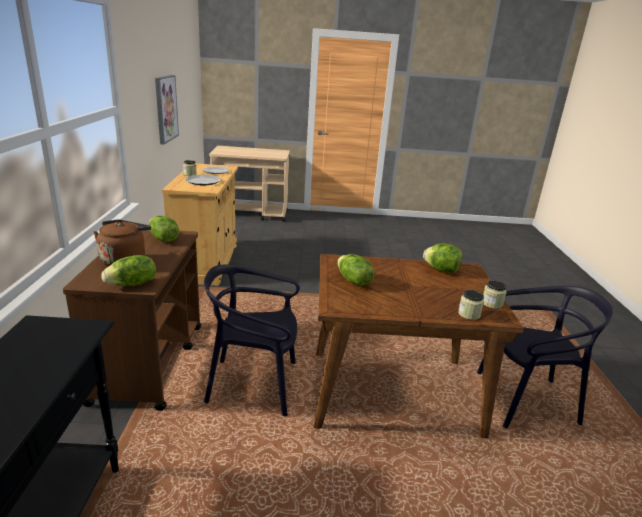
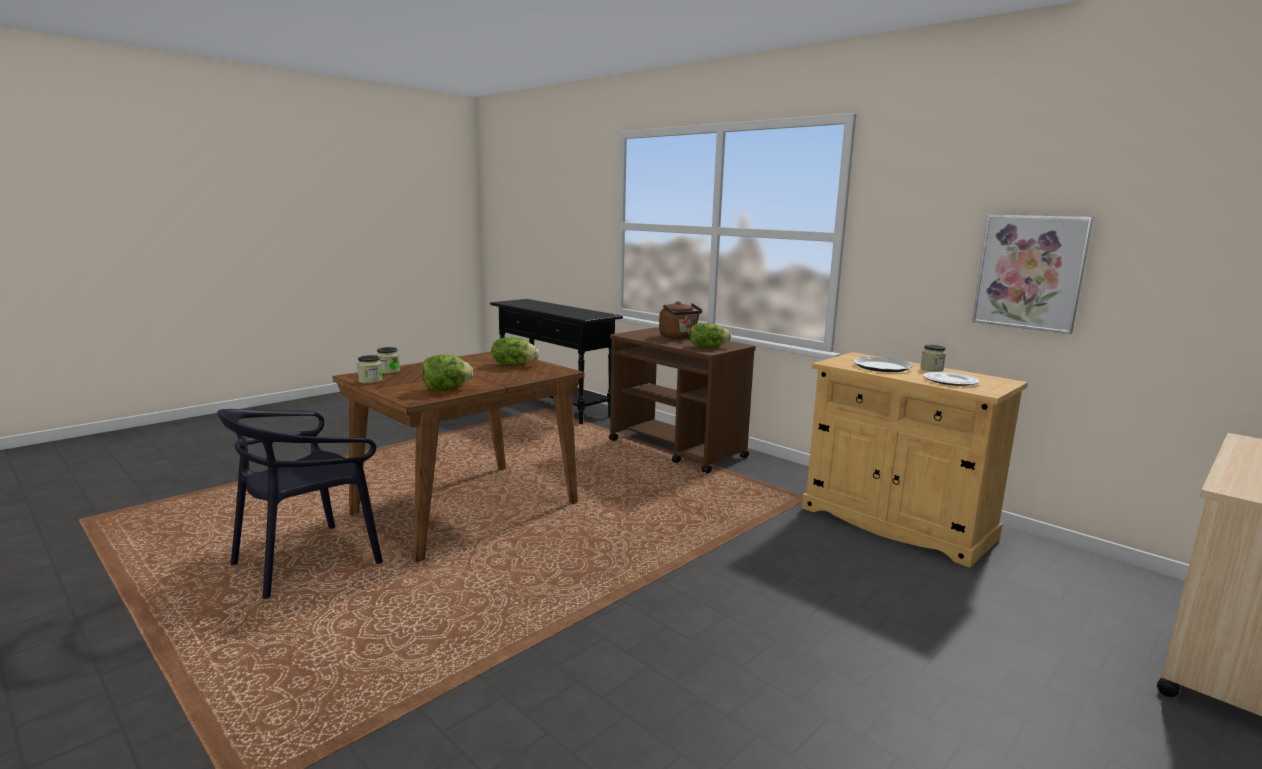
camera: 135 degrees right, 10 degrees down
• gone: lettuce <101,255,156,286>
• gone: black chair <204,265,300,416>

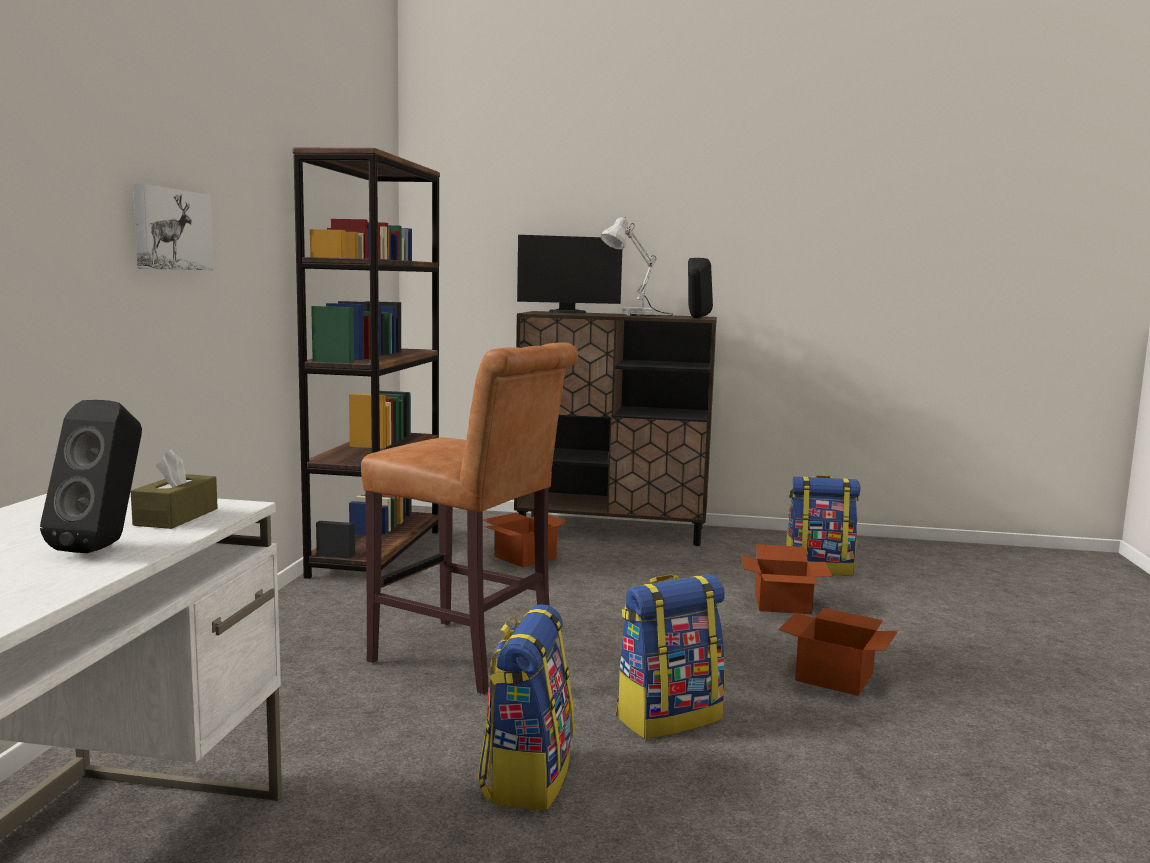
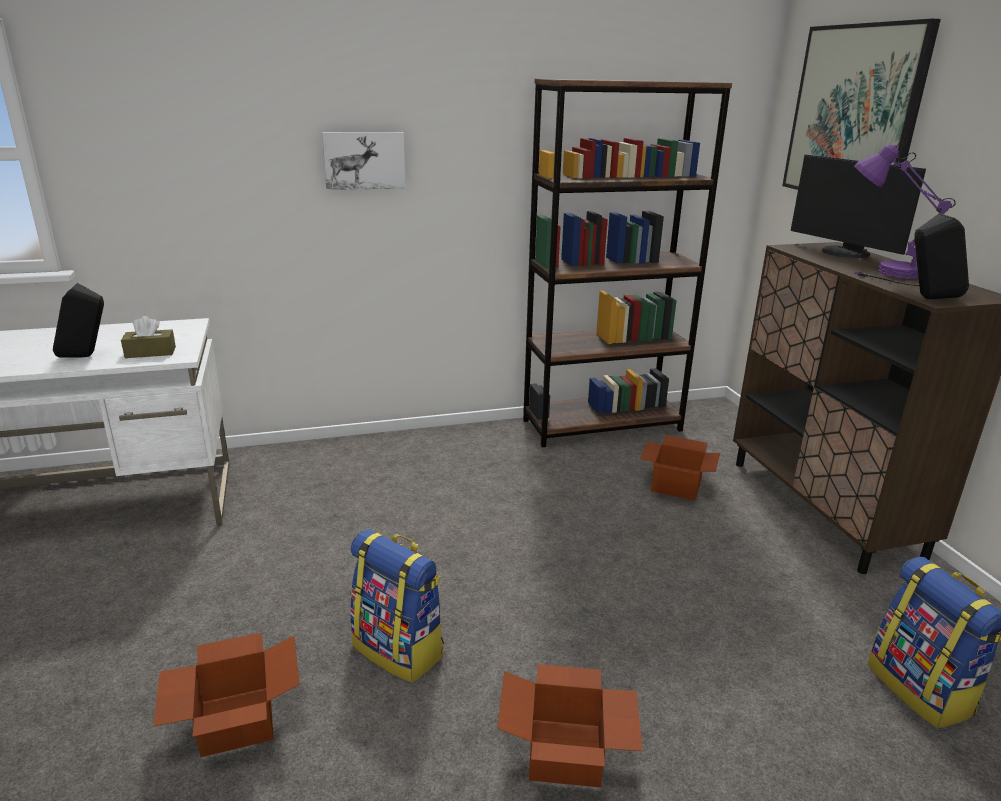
camera: 65 degrees right, 15 degrees up
• gone: brown stool <361,342,578,694>
• gone: backpack <478,604,574,810>
• new: picture <782,19,941,190>
• shifted: cardboard box <741,544,833,614> to <153,633,300,757>
• repainted: white table lamp <601,217,674,317> to purple table lamp <854,143,956,286>

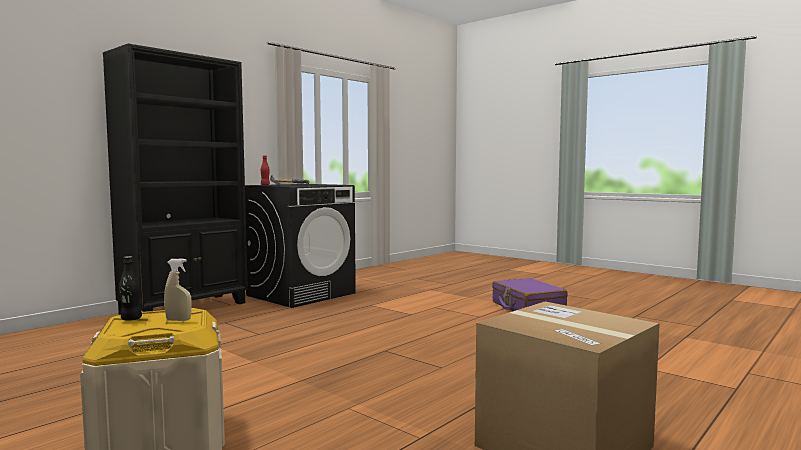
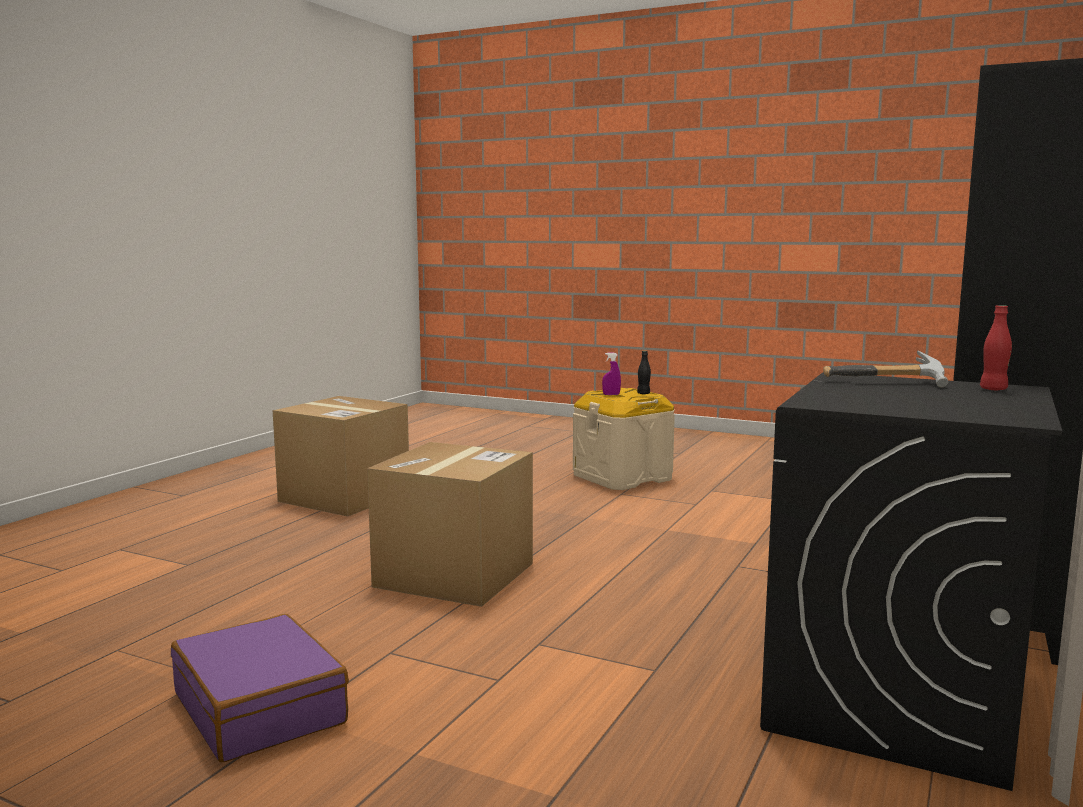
camera: 165 degrees right, 5 degrees up
• new: cardboard box <367,442,533,607>
• repainted: beige spray bottle <164,259,192,321> to purple spray bottle <602,353,621,395>

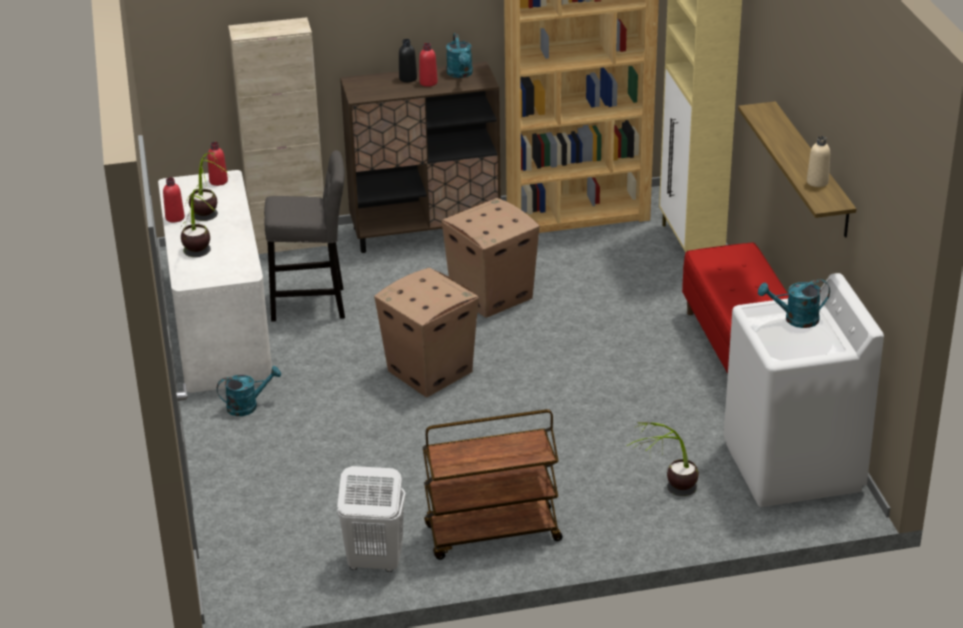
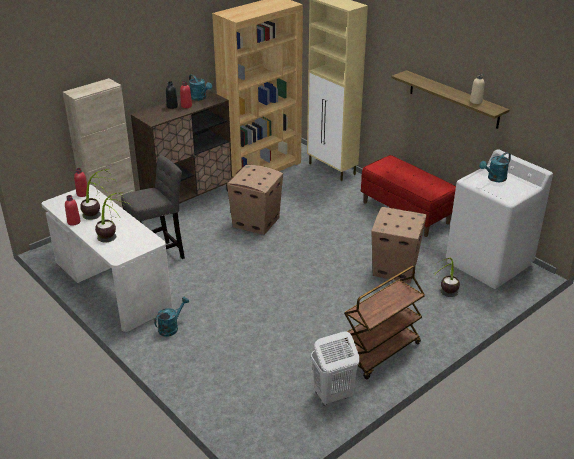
camera: 30 degrees left, 0 degrees up
• shifted: cardboard box <374,268,479,397> to <371,207,427,283>

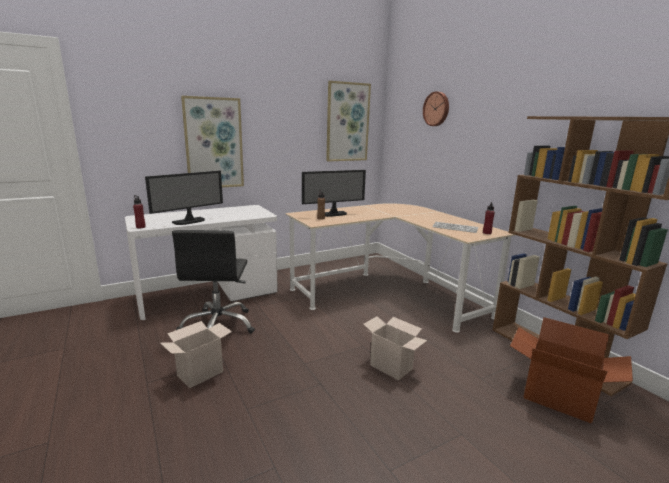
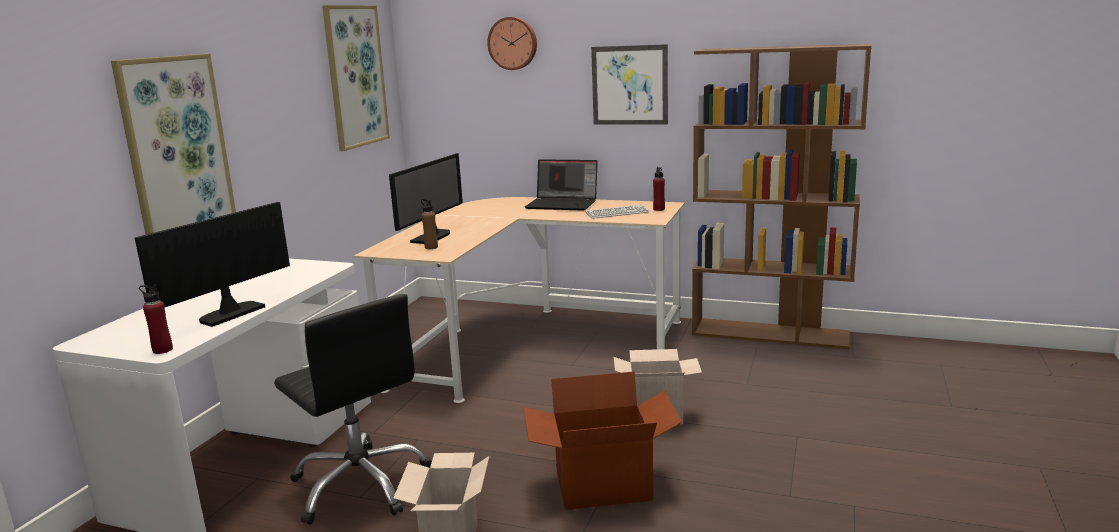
camera: 40 degrees left, 0 degrees up
• new: laptop <525,159,598,211>
• new: picture <591,44,668,125>
• shifted: cardboard box <510,317,633,423> to <523,372,682,510>
• rotated: monitor <145,171,223,225> = <135,202,290,327> 150 degrees counterclockwise

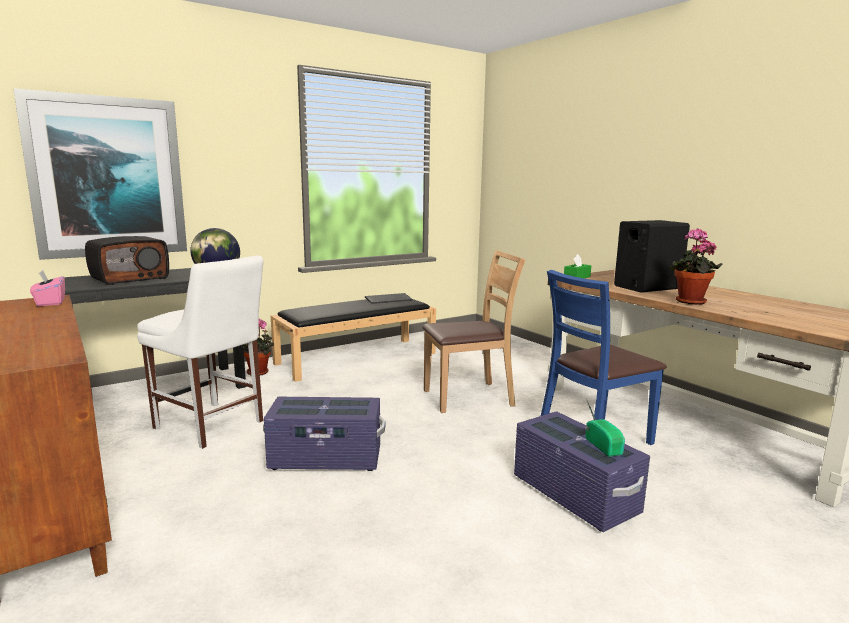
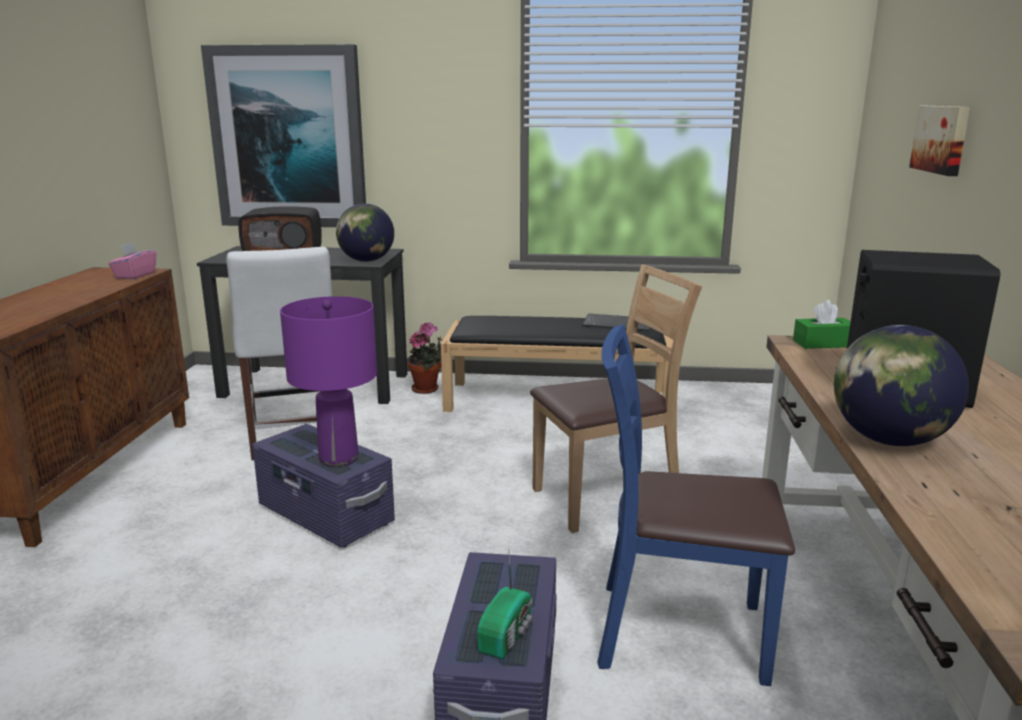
camera: 40 degrees right, 5 degrees up
• new: purple table lamp <280,296,377,467>
• new: picture <909,106,970,176>
• swapped: potted plant <669,228,722,305> to globe <834,325,969,446>
• rotated: brown chair <422,250,525,413> = <530,264,702,533> 45 degrees counterclockwise

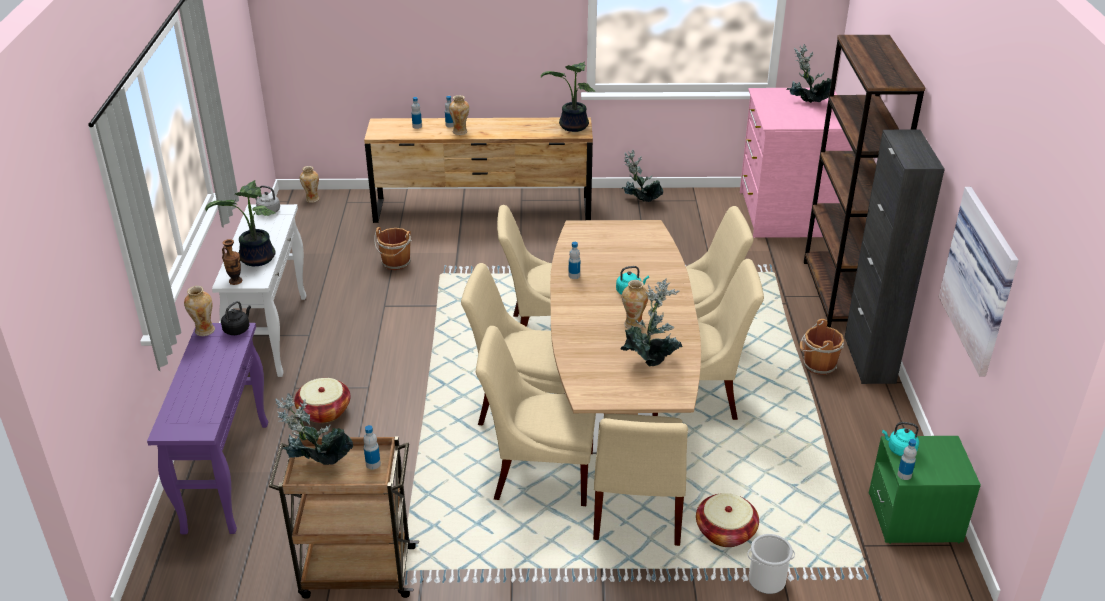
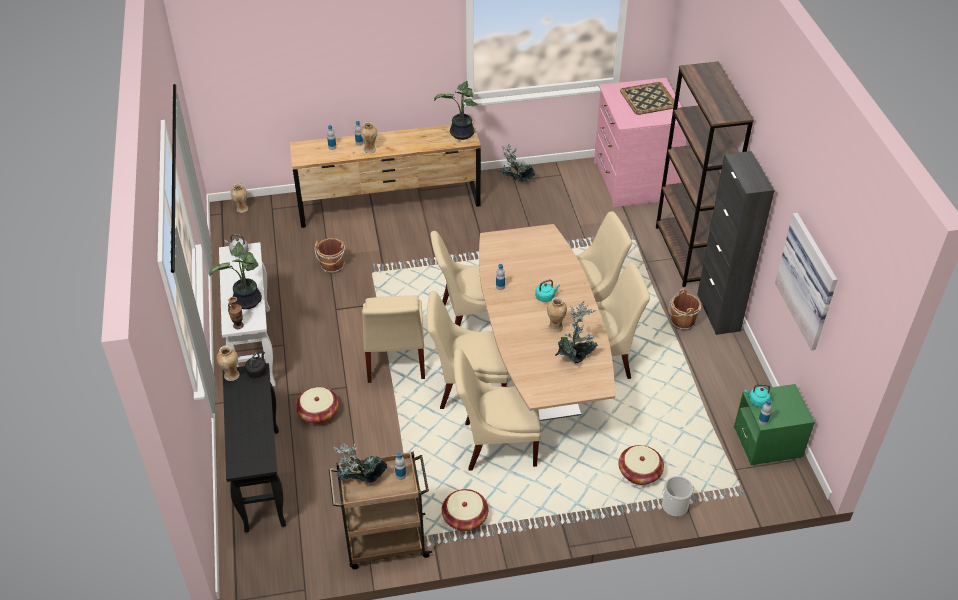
camera: 10 degrees left, 10 degrees up
• new: basket <442,489,488,531>
• shifted: beige chair <593,414,688,546> to <362,295,425,383>
• swapped: potted plant <786,44,831,103> to tray <620,82,674,115>
• repainted: purple console table <147,323,268,534> to black console table <223,363,286,533>

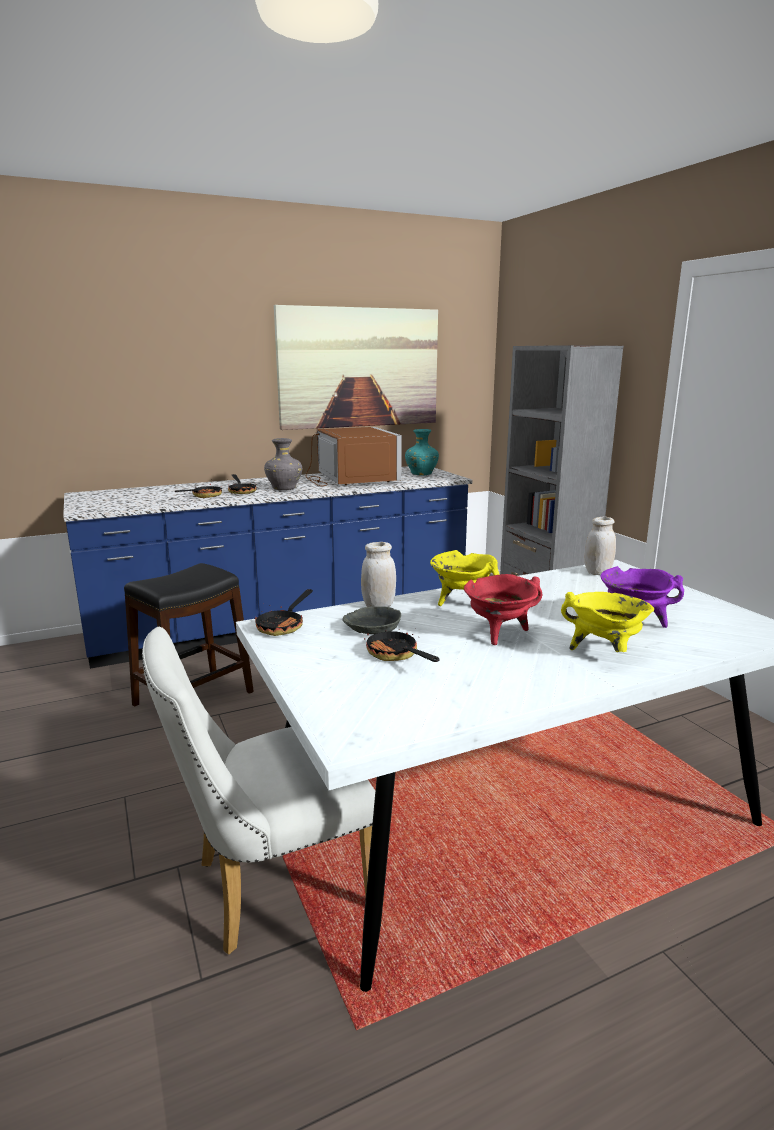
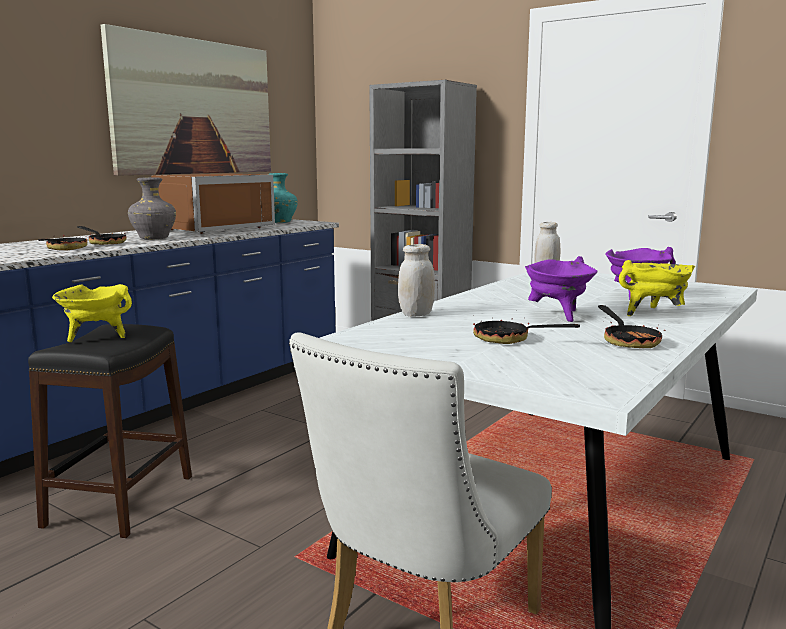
camera: 30 degrees left, 5 degrees down
• gone: grey bowl <342,606,401,634>
• shifted: frying pan <254,589,313,636> to <598,305,665,348>
• shifted: yellow cooking pot <430,550,500,606> to <52,284,132,342>
• repainted: red cooking pot <464,574,542,645> to purple cooking pot <525,256,597,322>
• rotated: brown microwave <306,427,402,486> = <151,173,275,234> 90 degrees clockwise

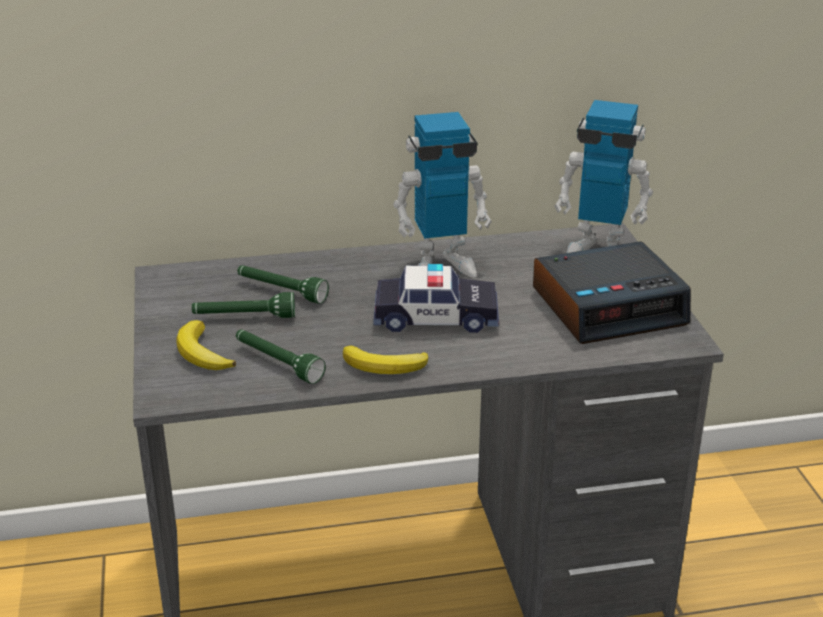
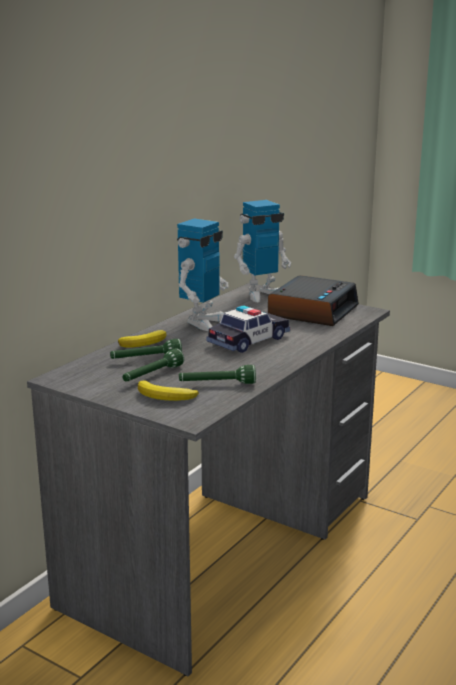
camera: 45 degrees left, 10 degrees down
• shifted: banana <343,345,428,374> to <118,330,167,348>

